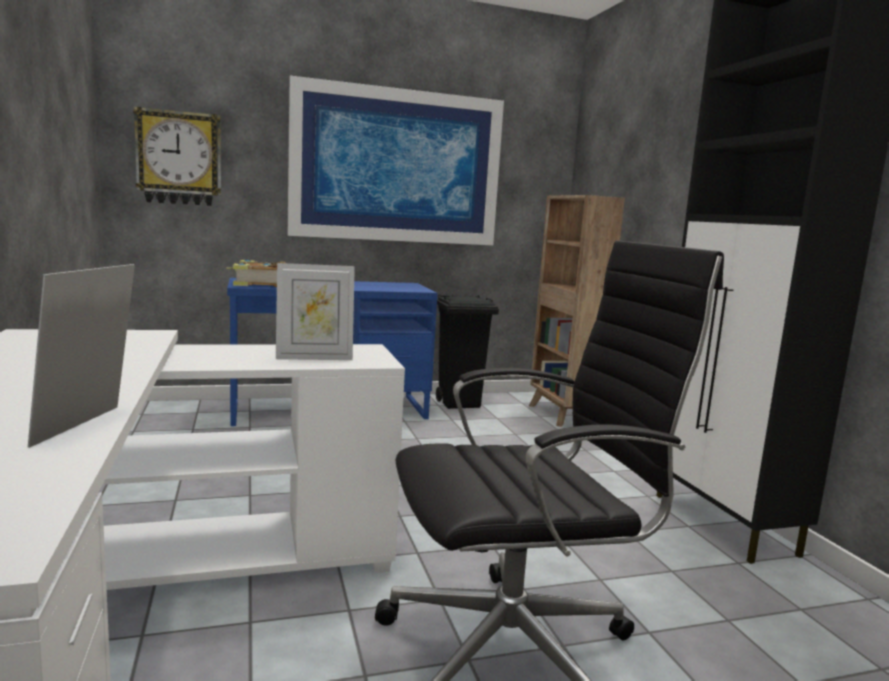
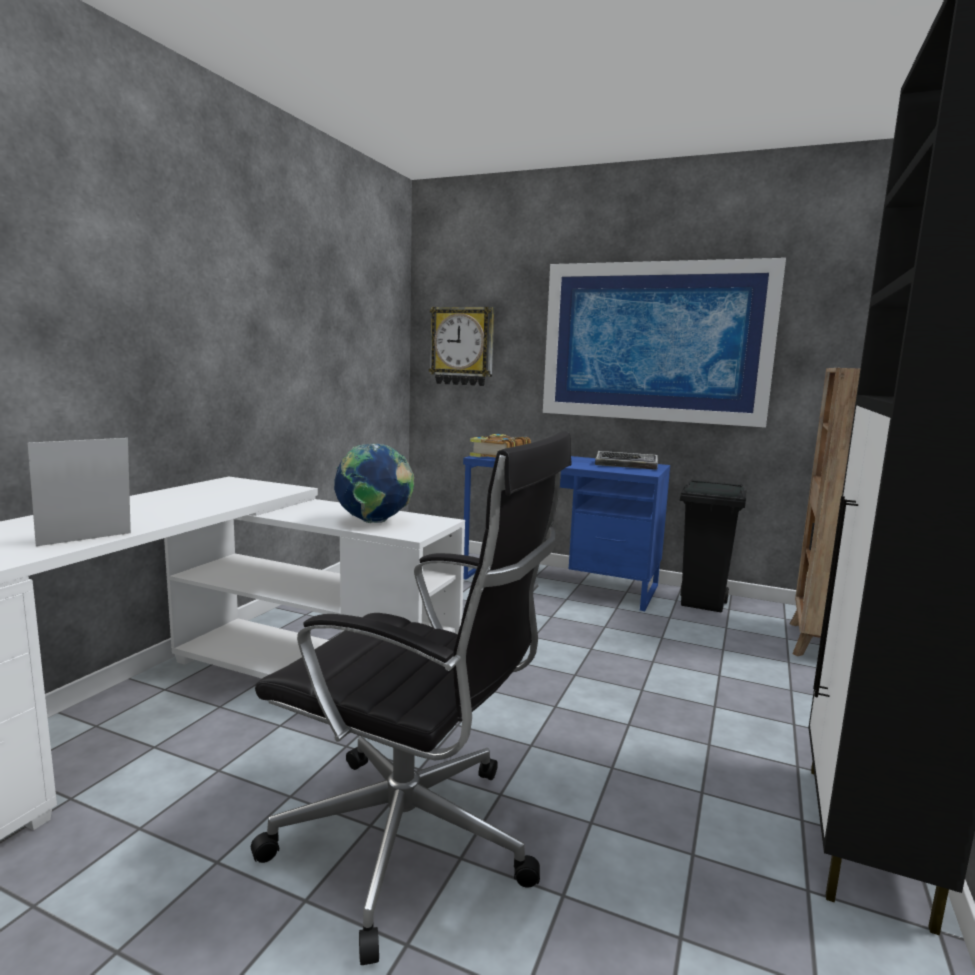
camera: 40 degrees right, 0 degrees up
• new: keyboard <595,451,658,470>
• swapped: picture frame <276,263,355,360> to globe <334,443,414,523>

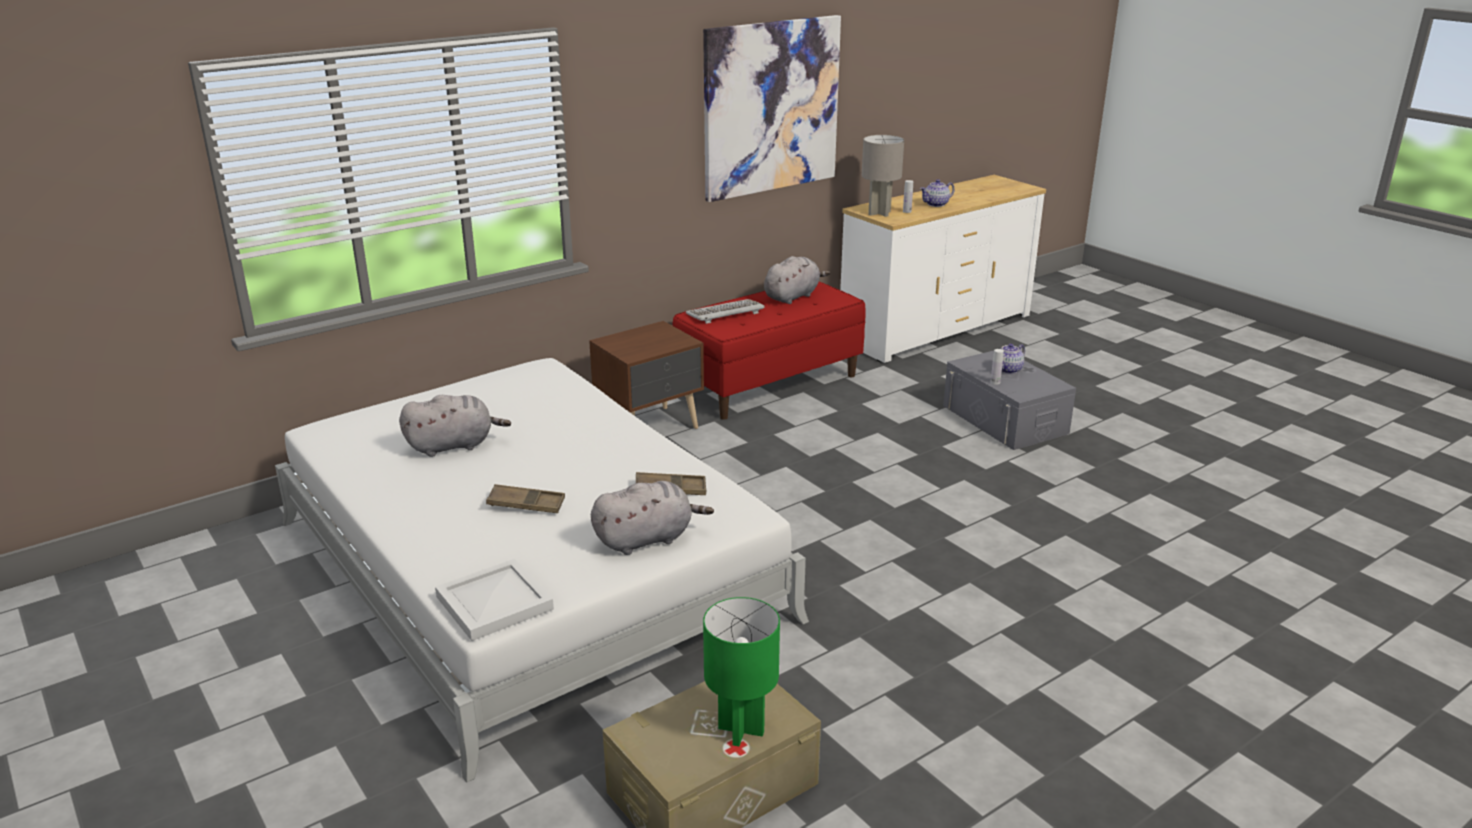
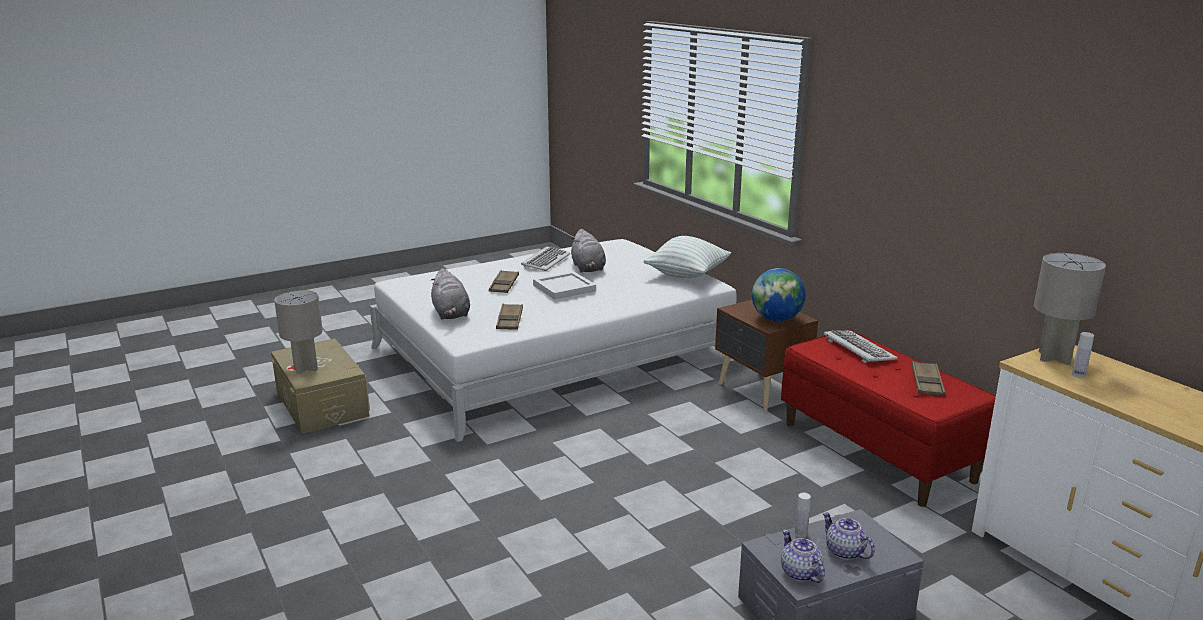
camera: 95 degrees right, 5 degrees down
• gone: picture <703,15,841,202>
• new: keyboard <521,247,570,271>
• new: pillow <644,236,731,278>
• new: globe <752,268,806,321>
• shifted: white tray <435,559,554,641> to <533,271,596,300>
• shifted: teapot <920,179,954,207> to <781,530,825,583>
• swapped: grey plush toy <764,256,830,304> to brown tray <912,361,945,396>
• repainted: green table lamp <703,597,780,746> to grey table lamp <274,290,323,374>

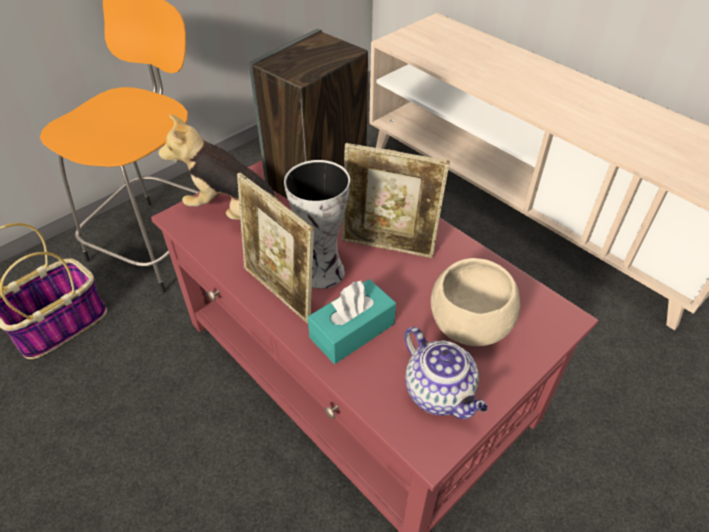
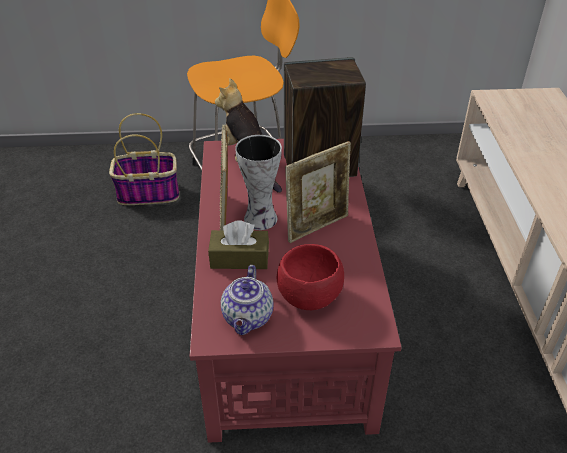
camera: 40 degrees right, 5 degrees down
• repainted: turquoise tissue box <308,279,396,364> to brown tissue box <208,220,269,269>
• repainted: beige bowl <431,258,520,346> to red bowl <277,244,344,310>
• rotated: picture frame <342,143,450,258> = <285,141,351,243> 90 degrees counterclockwise

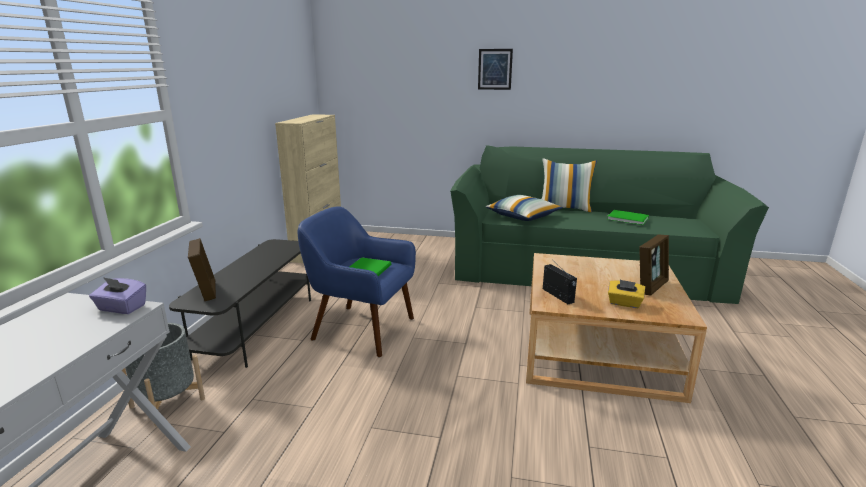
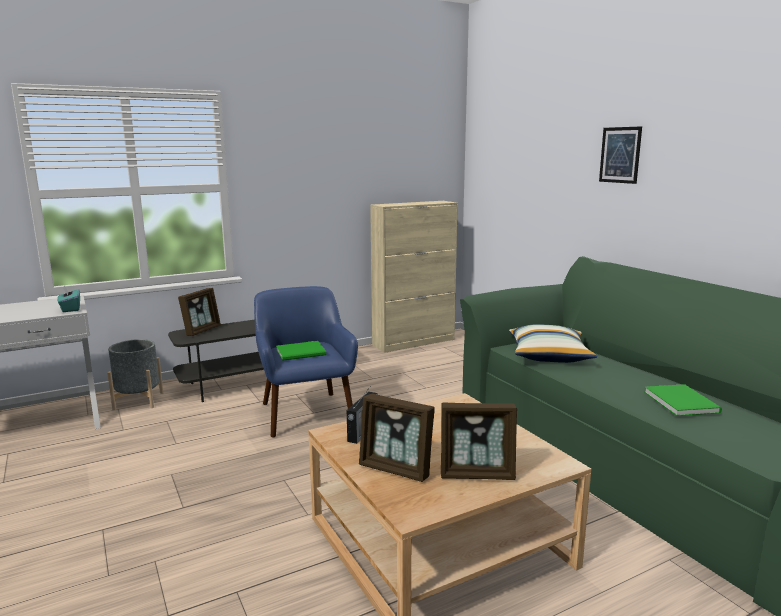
camera: 50 degrees right, 5 degrees down
• gone: pillow <542,158,597,212>
• swapped: yellow tissue box <608,280,645,308> to picture frame <359,393,435,482>
• repainted: purple tissue box <89,277,146,314> to turquoise tissue box <57,285,80,312>

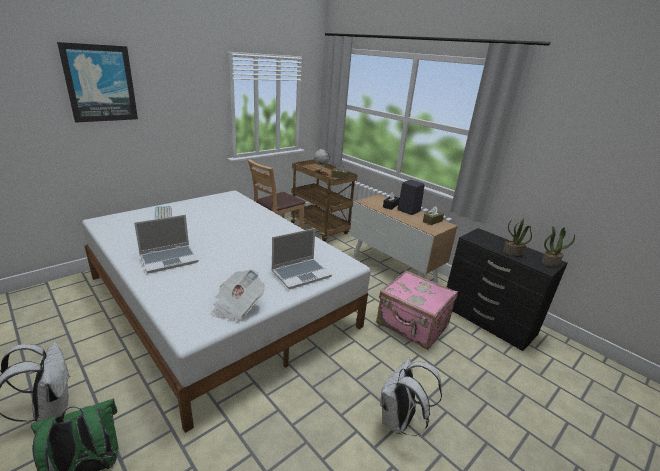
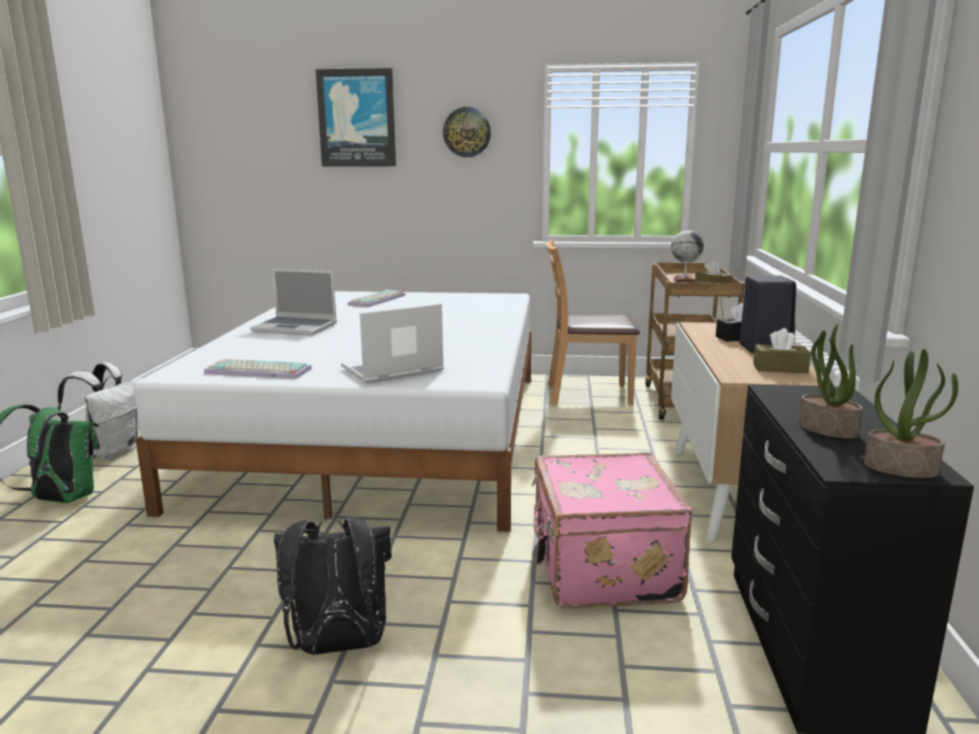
camera: 50 degrees right, 10 degrees down
• new: wall clock <443,107,491,157>
• swapped: newspaper <211,270,265,320> to keyboard <204,359,312,379>
• repainted: white backpack <380,357,442,436> to black backpack <274,517,392,655>
• rotated: laptop <272,228,332,289> = <341,303,444,383> 135 degrees clockwise

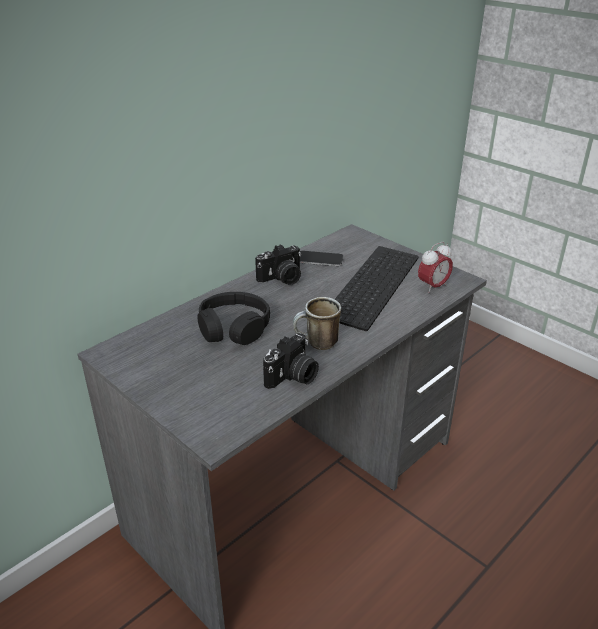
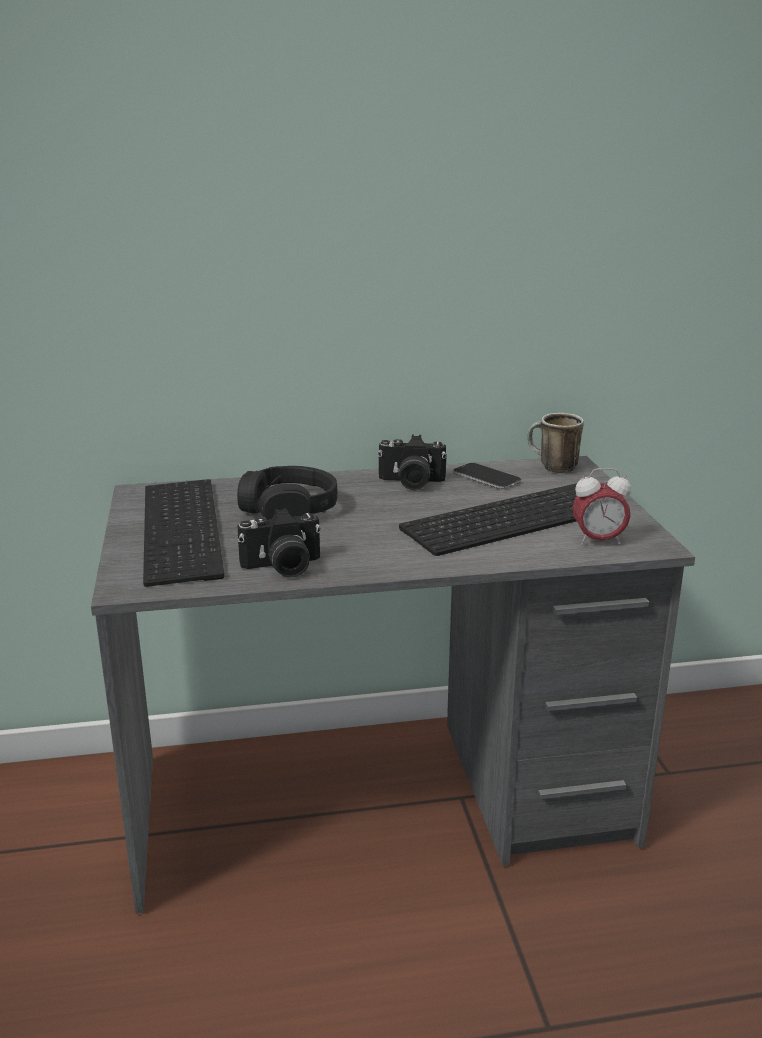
camera: 35 degrees right, 10 degrees down
• new: keyboard <143,479,225,587>
• shifted: mug <293,297,341,350> to <527,413,584,473>

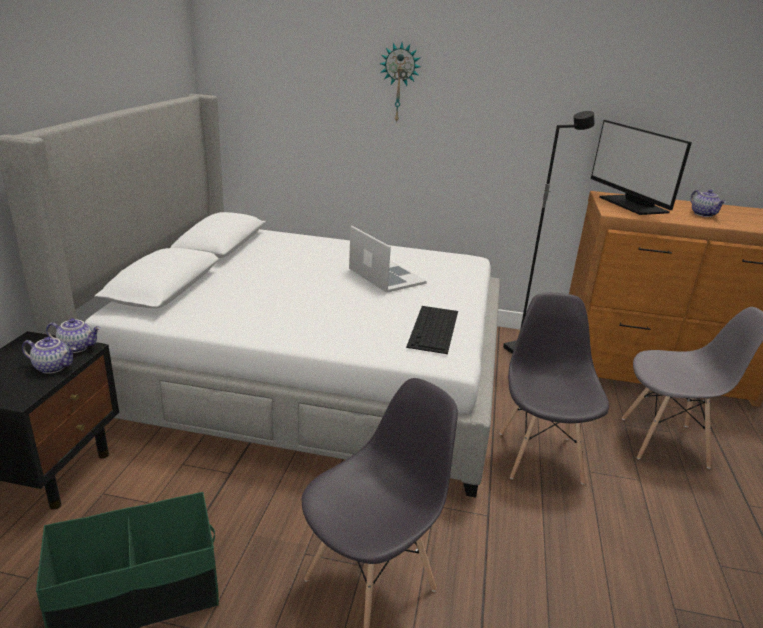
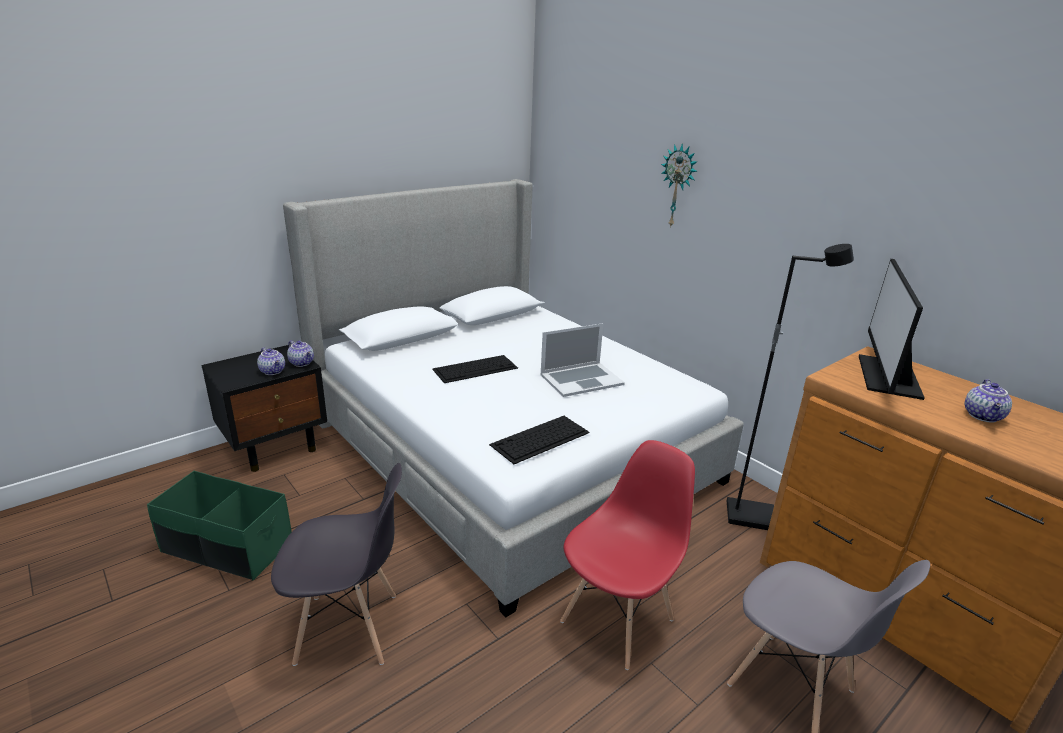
camera: 40 degrees right, 0 degrees up
• new: keyboard <432,355,518,383>
• repainted: grey chair <500,293,609,485> to red chair <560,440,695,670>
• rotated: laptop <349,226,427,293> = <541,323,625,397> 60 degrees clockwise

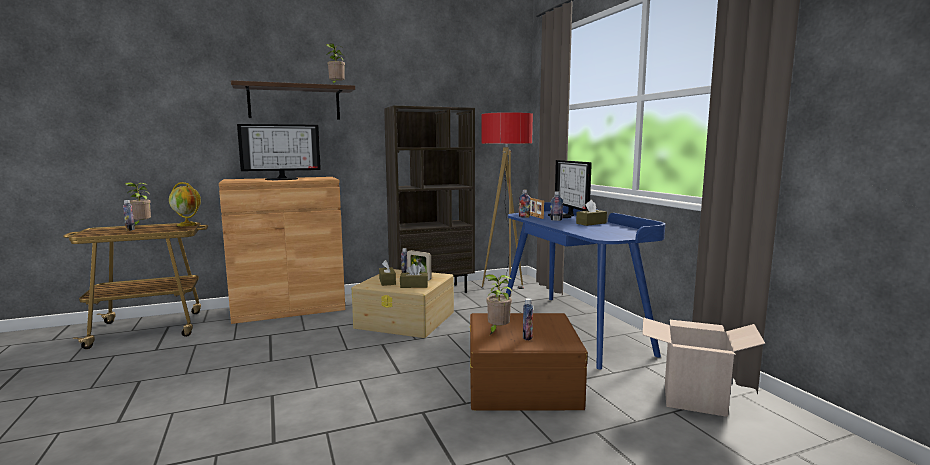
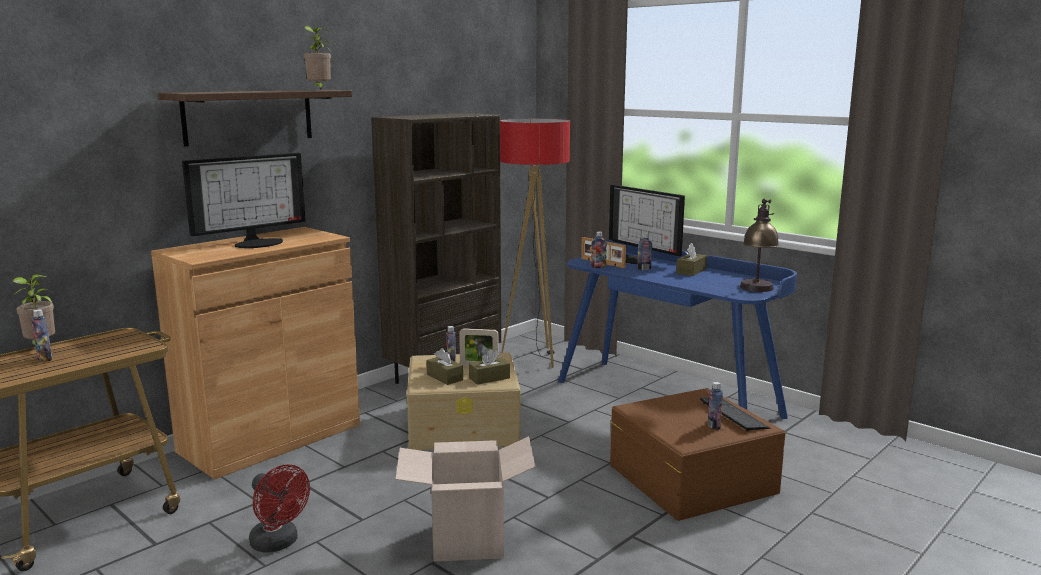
camera: 25 degrees left, 5 degrees up
• gone: globe <169,182,201,226>
• gone: potted plant <485,274,512,335>
• new: red fan <249,464,310,553>
• new: keyboard <700,398,770,432>
• new: table lamp <740,199,779,292>
• shifted: cardboard box <642,317,765,417> to <396,436,536,562>

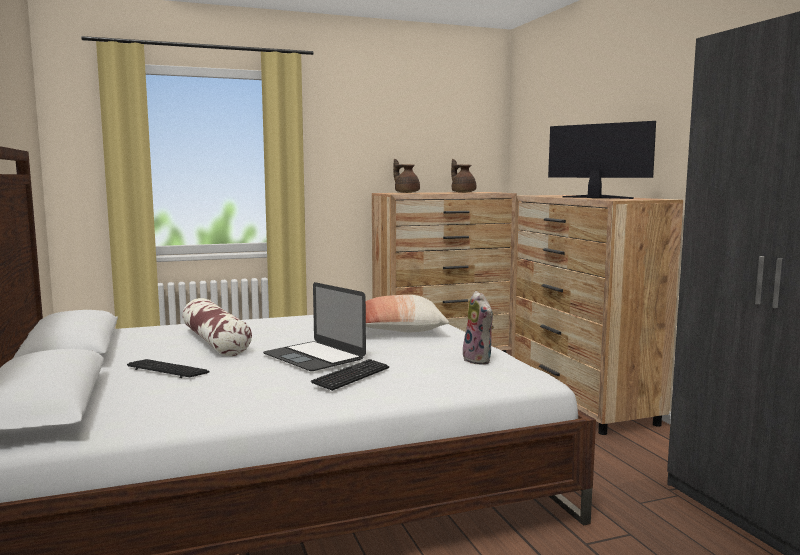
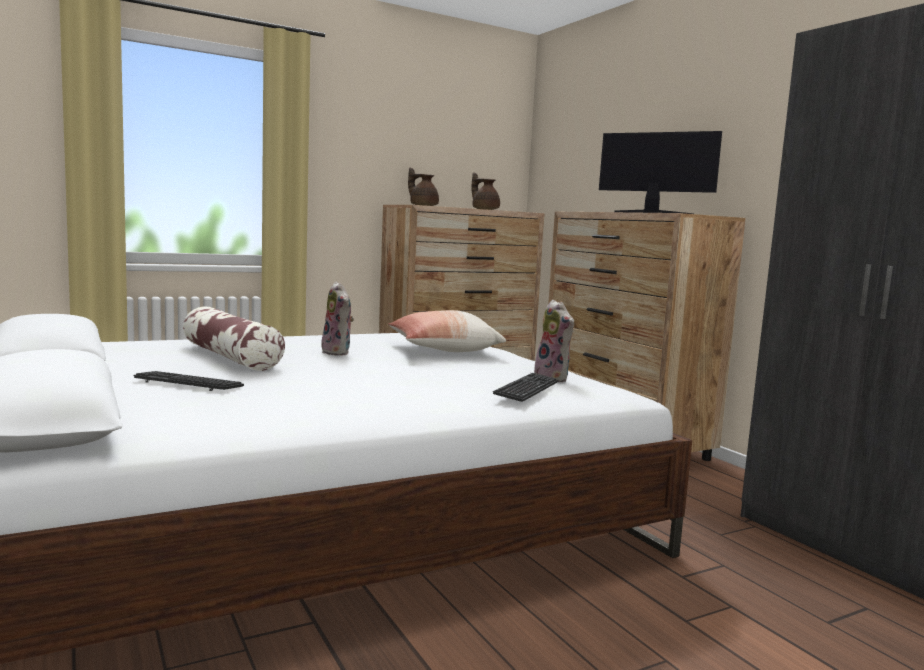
camera: 10 degrees left, 0 degrees up
• gone: laptop <263,282,366,371>
• new: plush toy <321,282,354,356>
• shifted: keyboard <311,359,389,391> to <493,373,558,402>

